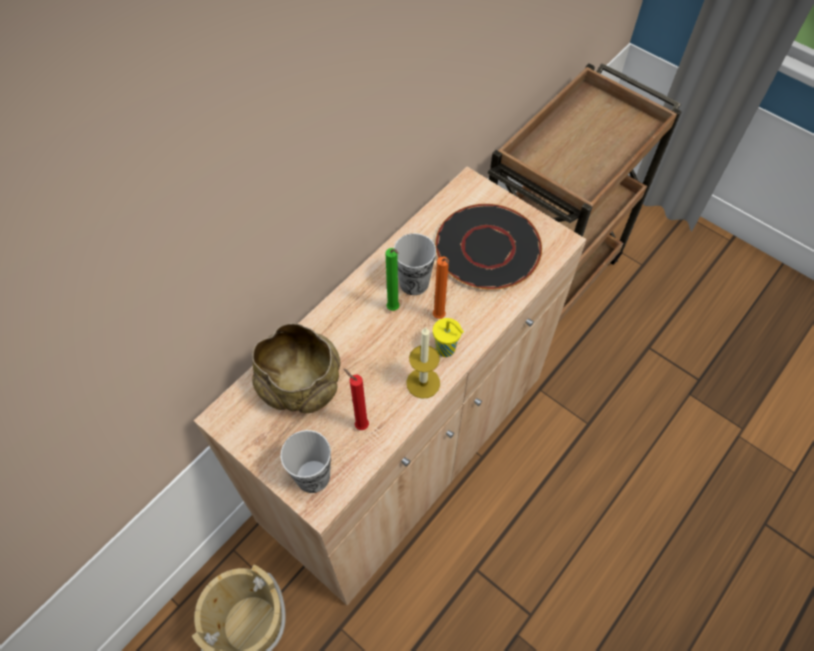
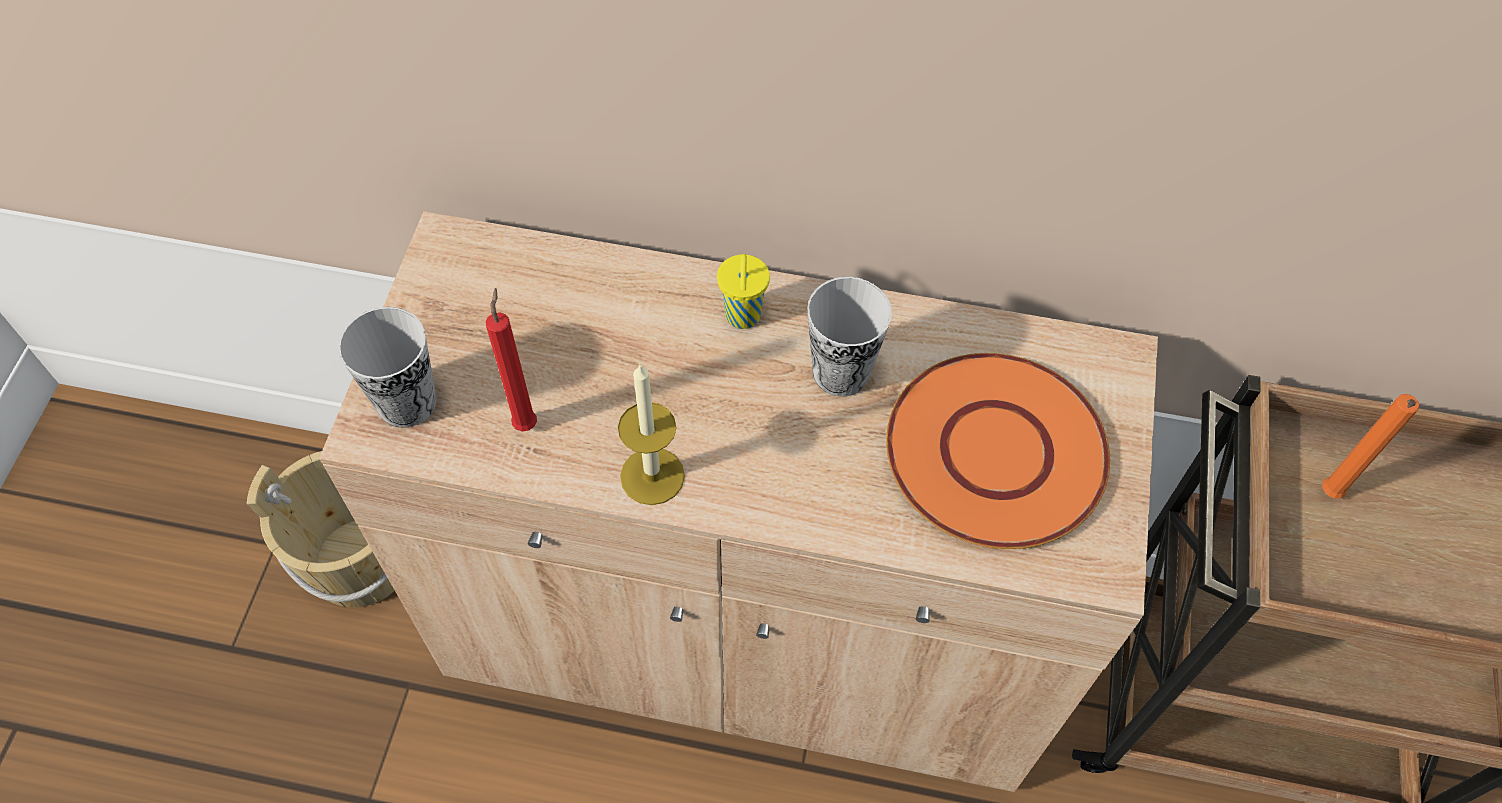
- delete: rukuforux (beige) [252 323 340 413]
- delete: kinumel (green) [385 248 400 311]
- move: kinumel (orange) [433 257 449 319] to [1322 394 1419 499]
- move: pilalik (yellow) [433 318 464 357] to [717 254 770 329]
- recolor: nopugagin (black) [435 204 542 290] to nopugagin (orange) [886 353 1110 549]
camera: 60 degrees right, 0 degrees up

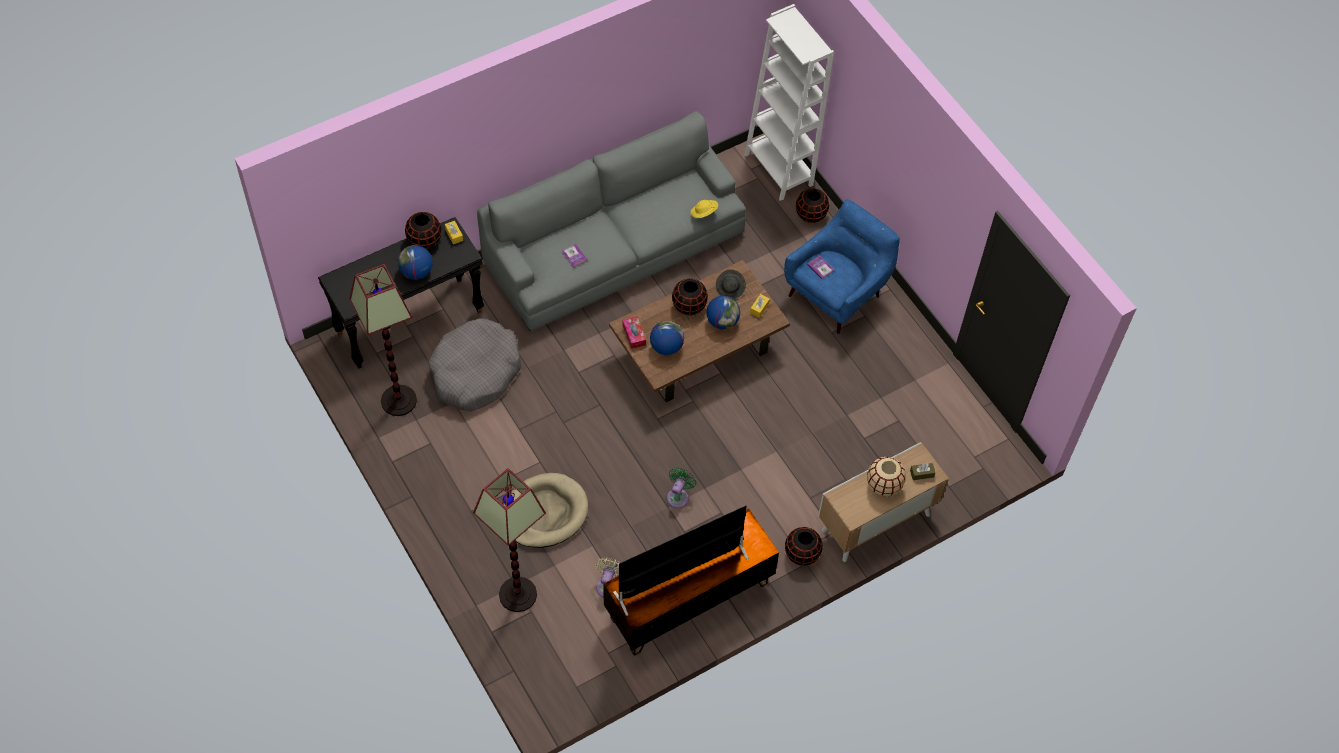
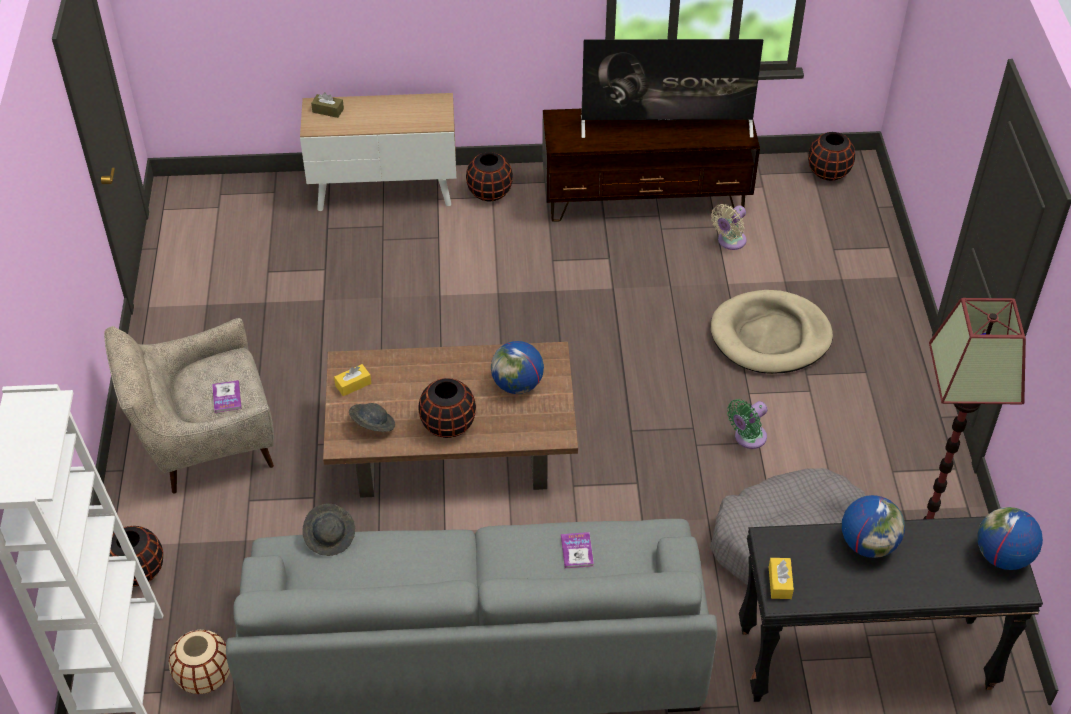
- move: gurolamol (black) [405 212 442 249] to [808 132 855 181]
- delete: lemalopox [473 468 546 612]
- delete: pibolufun [622 316 646 349]
- move: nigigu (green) [667 468 696 508] to [727 399 768 449]
- recolor: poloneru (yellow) [691 200 718 218] to poloneru (grey) [302 504 355 556]
- move: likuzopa [706 296 740 329] to [977 507 1043 570]
- recolor: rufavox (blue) [784 199 900 334] to rufavox (beige) [104 318 274 494]
- move: gurolamol (beige) [867 457 906 496] to [169 630 230 694]
camera: 150 degrees left, 10 degrees down

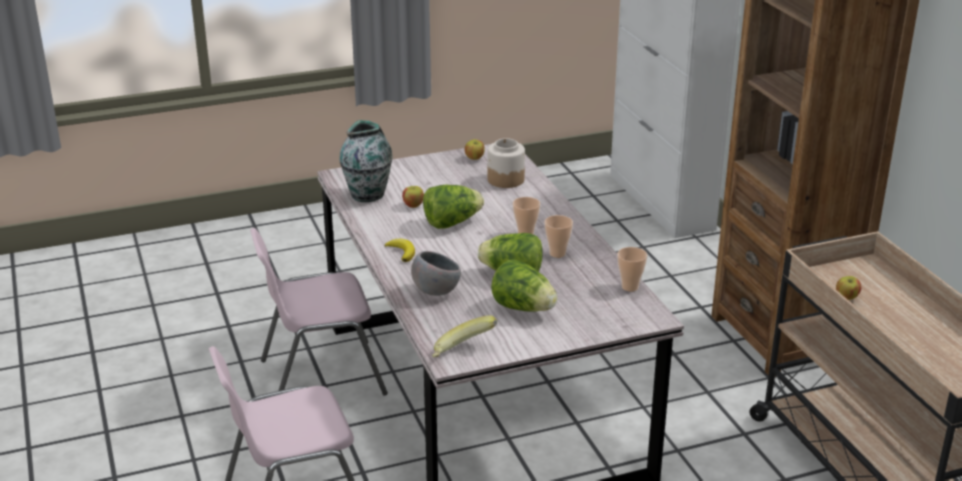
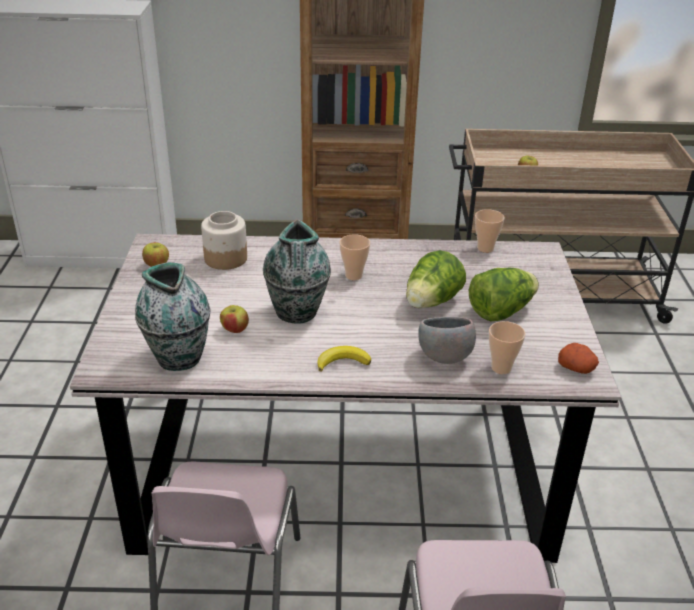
- replace: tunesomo [423 185 484 229] to gurolamol [263 219 331 324]
- replace: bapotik [432 315 497 357] to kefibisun [558 343 599 374]
- move: pilalik [544 215 573 258] to [489 321 526 374]
camera: 70 degrees left, 5 degrees up

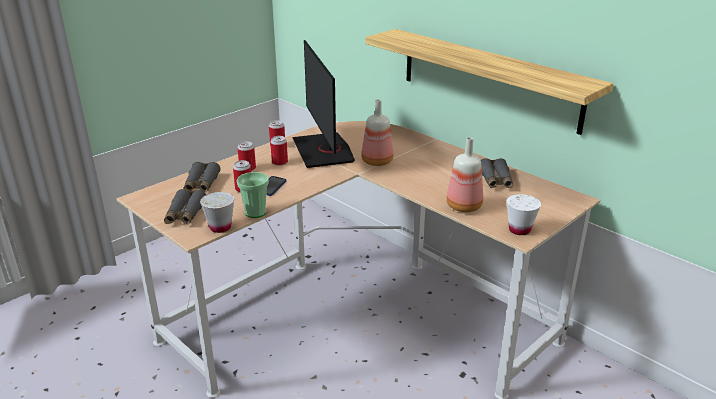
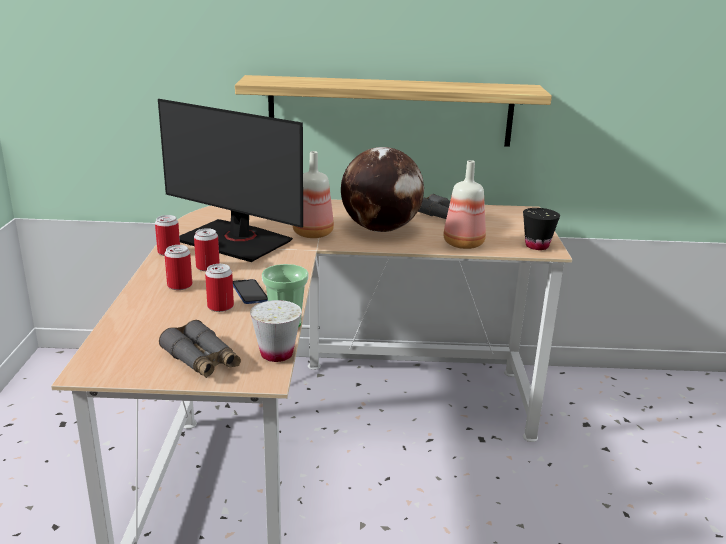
- delete: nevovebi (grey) [183 162 221 192]
- recolor: pilalik (white) [506 194 541 235] to pilalik (black) [523 208 560 250]
- insert: likuzopa [341 147 424 232]
camera: 45 degrees left, 5 degrees down

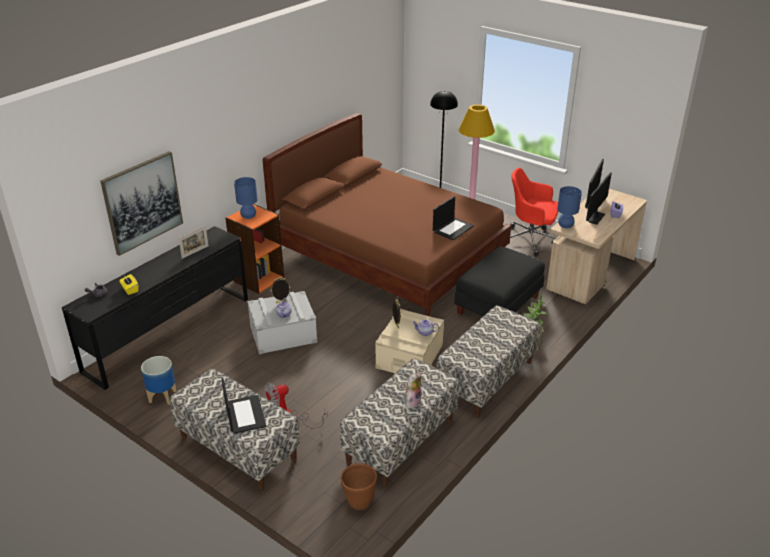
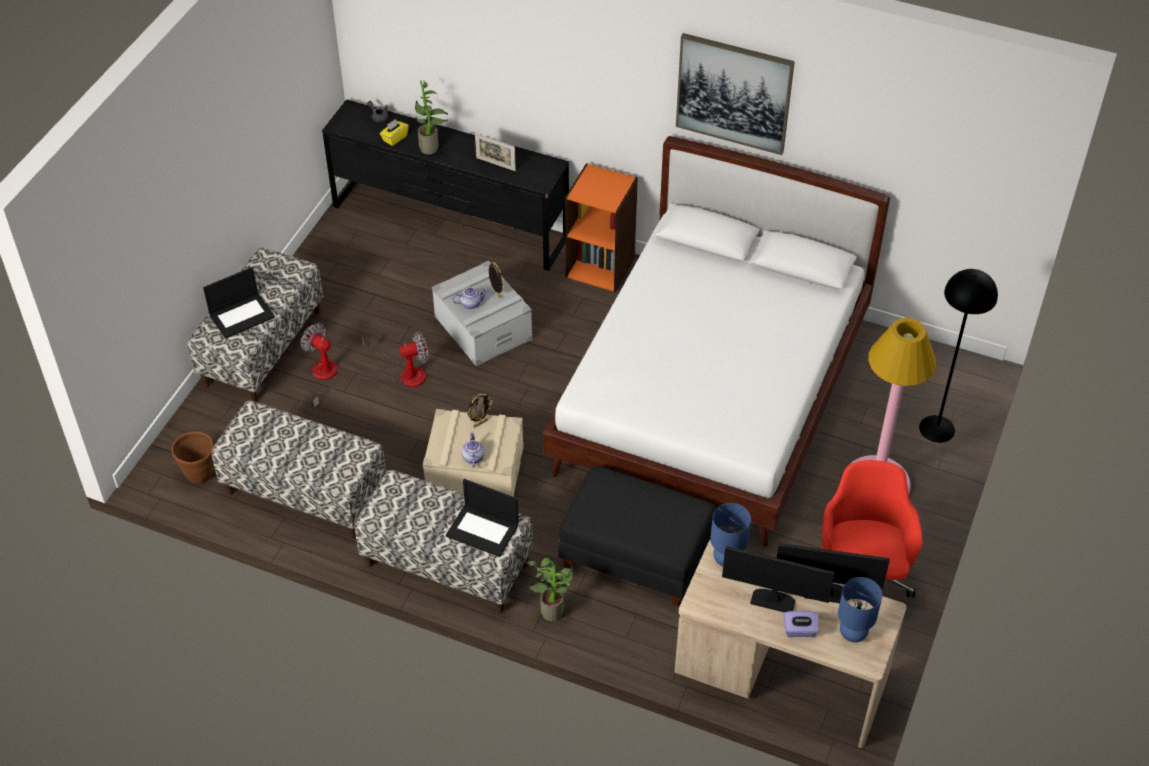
- move: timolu [100 151 183 256] to [676 33 795 155]
- delete: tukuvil [141 356 176 405]
- move: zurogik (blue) [234 177 258 219] to [838 577 882 642]
- recolor: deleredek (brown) [263 113 511 316] to deleredek (white) [543 136 890 547]
- delete: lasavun [405 373 421 409]
- move: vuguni [433 196 474 240] to [446 479 518 557]
- insert: nigigu [362 332 429 387]
- insert: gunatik [415 80 448 154]
camera: 75 degrees right, 15 degrees up

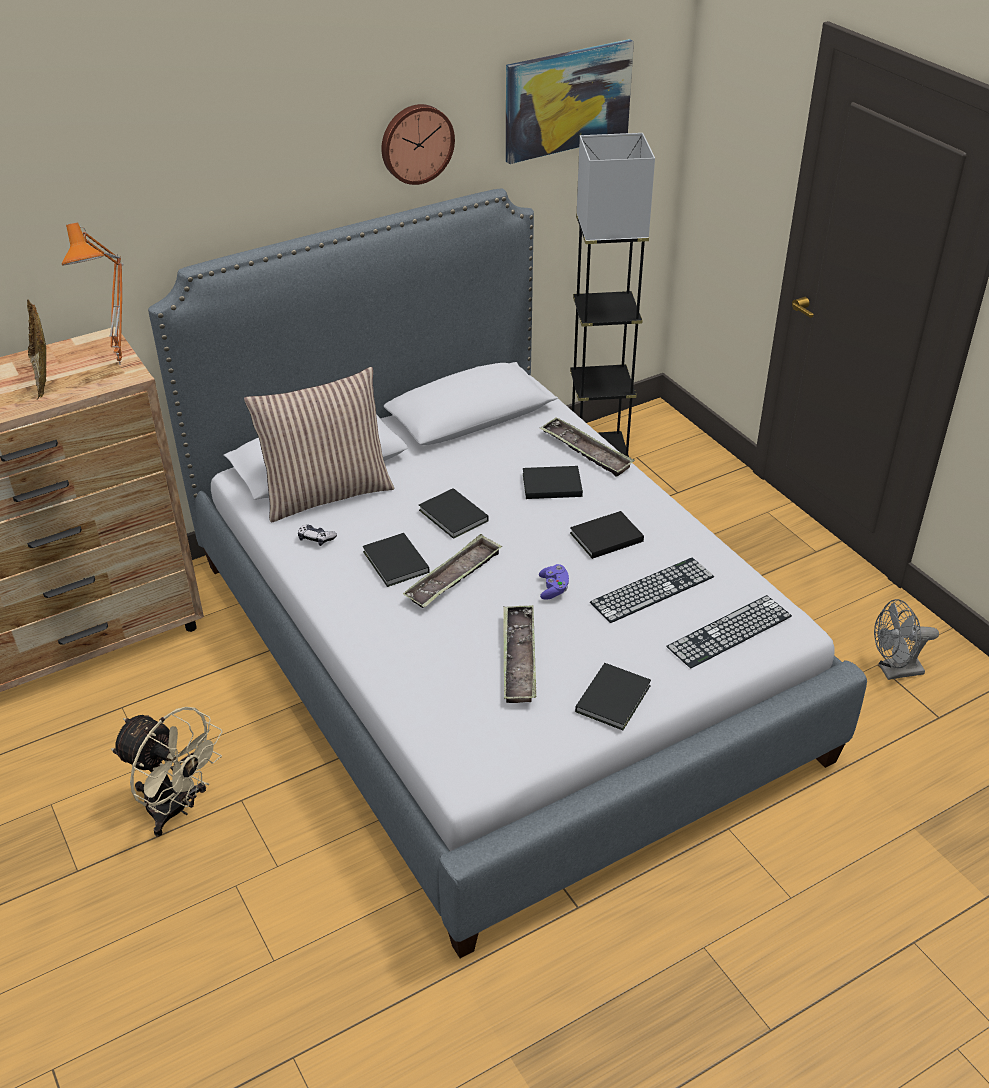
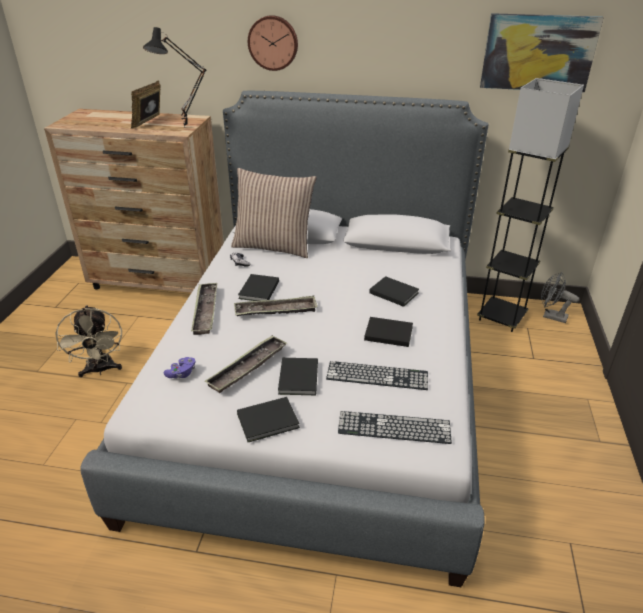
- recolor: zurogik (orange) [62 223 123 365] to zurogik (black) [143 27 207 128]
- move: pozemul [382 104 455 185] to [248 15 298 71]
- move: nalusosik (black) [419 488 489 539] to [278 358 318 395]
- move: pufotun [539 417 635 477] to [191 283 217 335]
- move: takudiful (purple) [539 564 569 600] to [164 357 195 378]
- move: nigigu (grey) [874 599 939 680] to [541 272 579 323]
camera: 40 degrees right, 5 degrees down

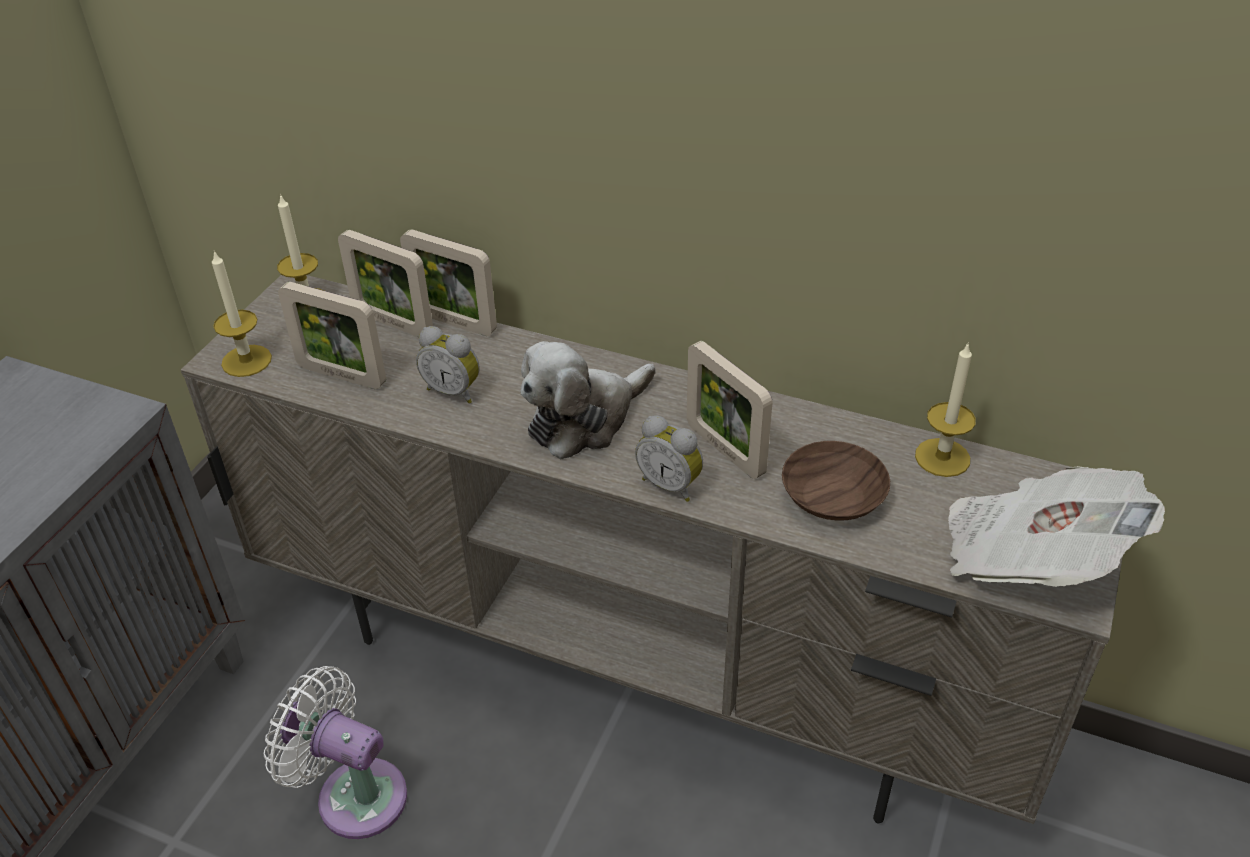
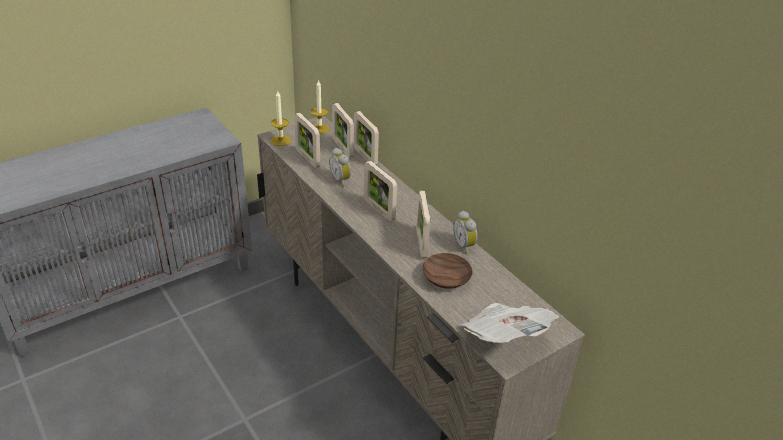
- delete: nigigu (white) [264 666 407 839]
- replace: lasavun [520 341 656 459] to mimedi [364 161 397 221]
- move: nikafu [635 415 703 502] to [453 211 478 254]
- delete: kinumel [915 342 976 477]
camera: 30 degrees right, 5 degrees down

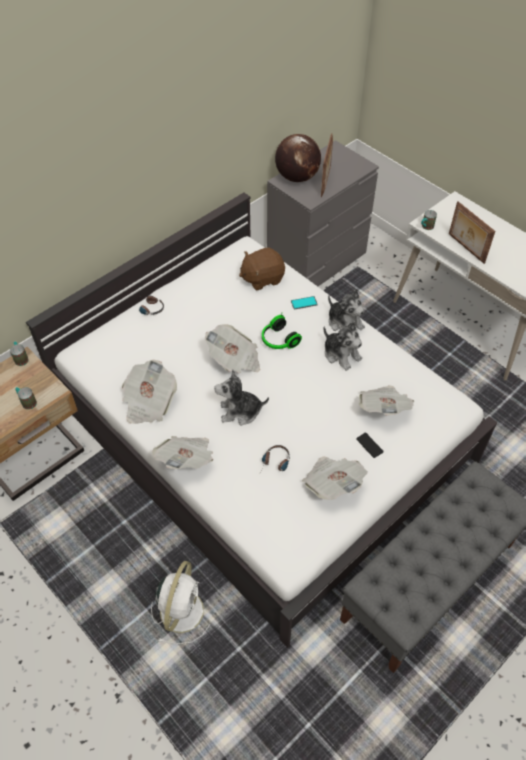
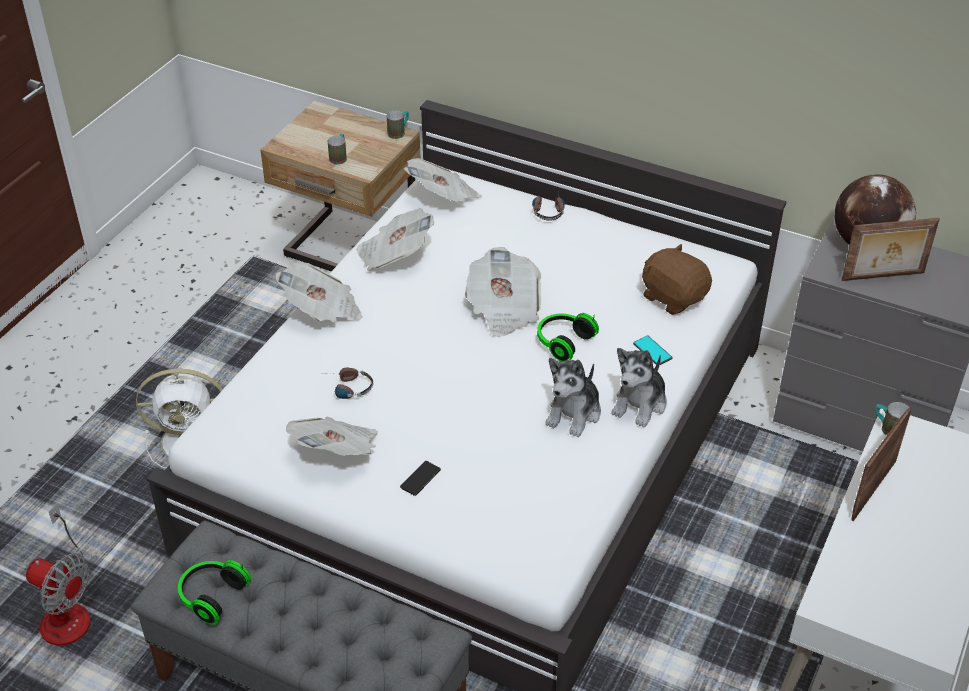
- delete: lasavun [214 369 269 426]
- move: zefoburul [359 385 415 416] to [404 158 482 202]
- insert: nigigu [26 503 90 645]
- insert: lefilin [178 560 251 625]
camera: 70 degrees right, 10 degrees down

